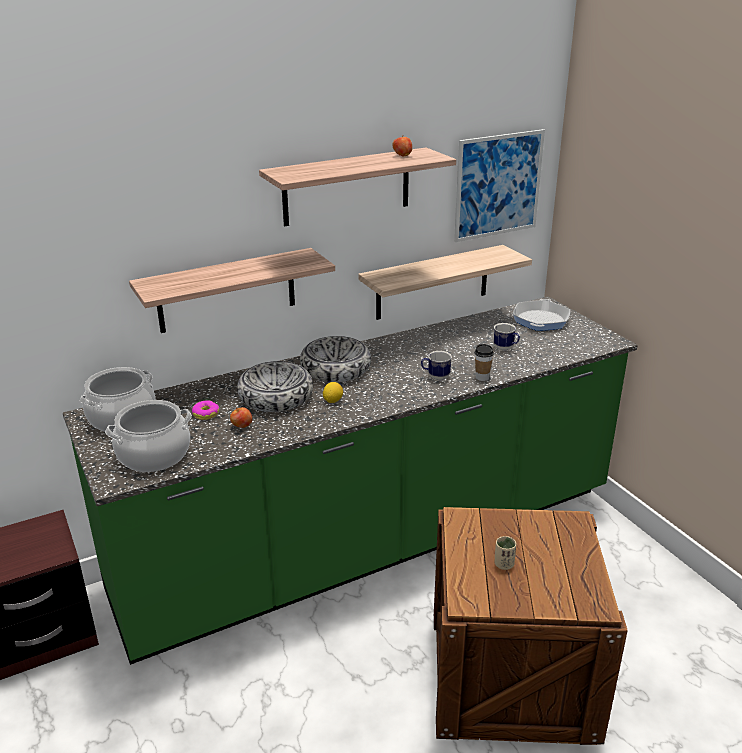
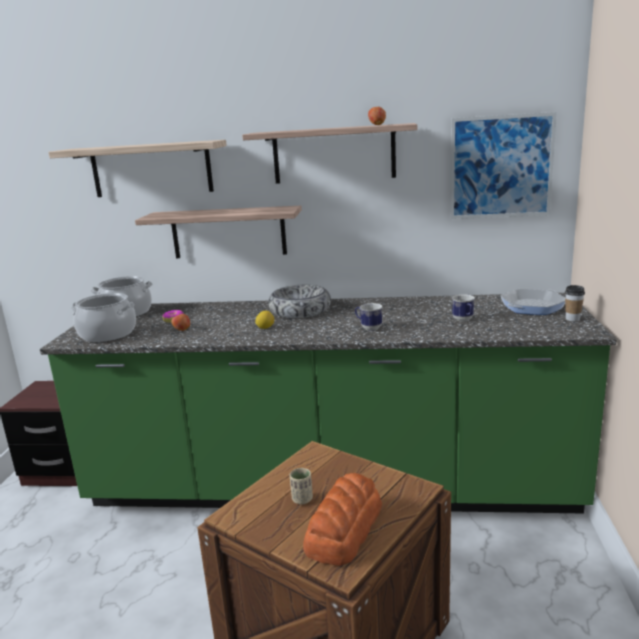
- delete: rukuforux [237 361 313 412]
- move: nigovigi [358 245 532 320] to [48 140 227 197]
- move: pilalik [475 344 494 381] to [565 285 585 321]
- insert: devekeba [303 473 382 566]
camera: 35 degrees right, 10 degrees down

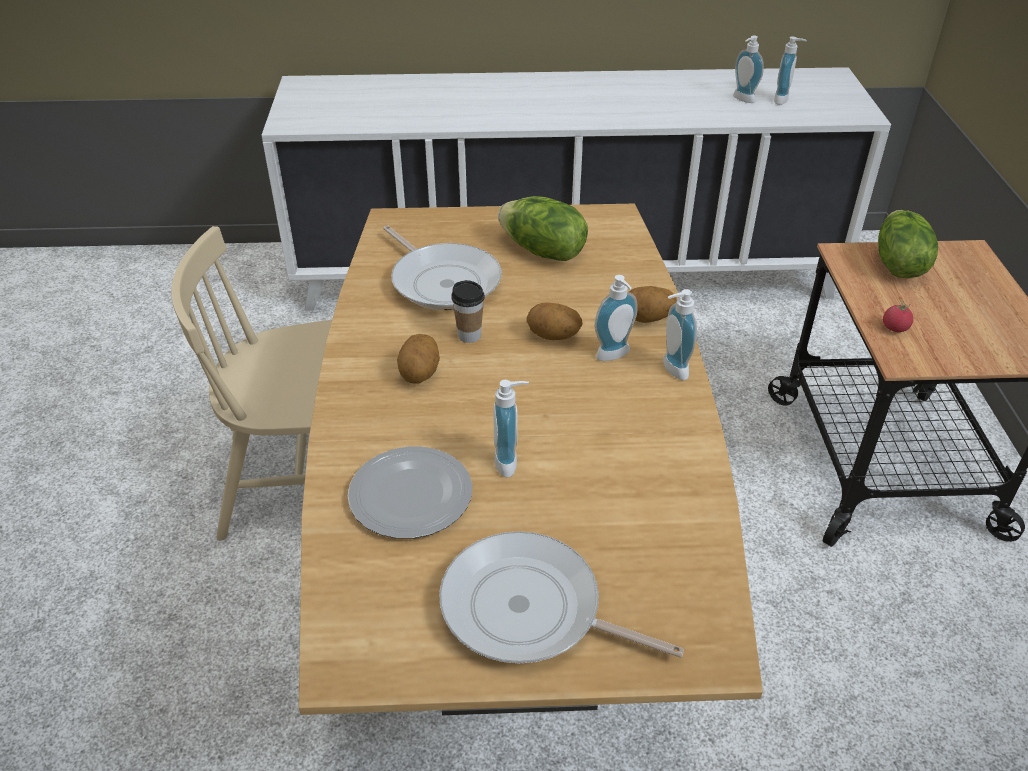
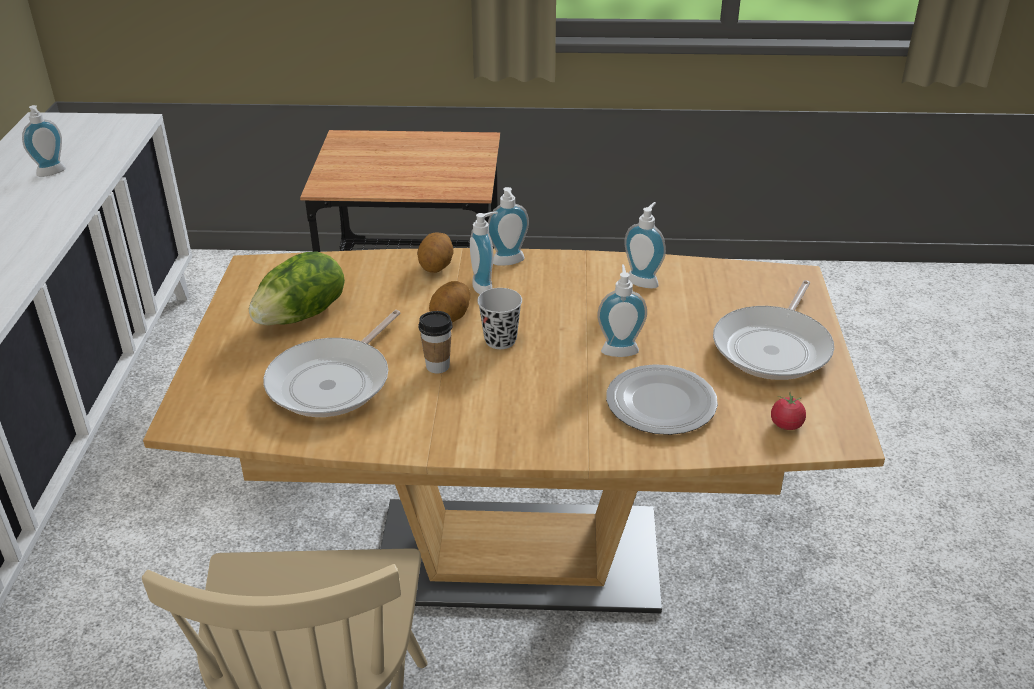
- rotate: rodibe [383 225 502 310] = [263 310 400 417] 150 degrees clockwise
- delete: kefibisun [397 334 440 384]
- move: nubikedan [774 36 807 105] to [624 202 666 289]
- delete: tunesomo [878 210 938 278]
- move: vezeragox [883 300 913 332] to [771 392 806 430]
- insert: pilalik (black) [477 288 522 349]
camera: 85 degrees left, 5 degrees down

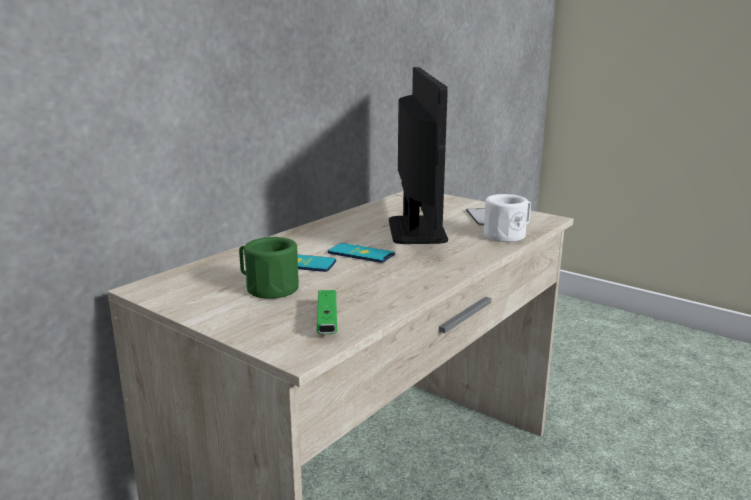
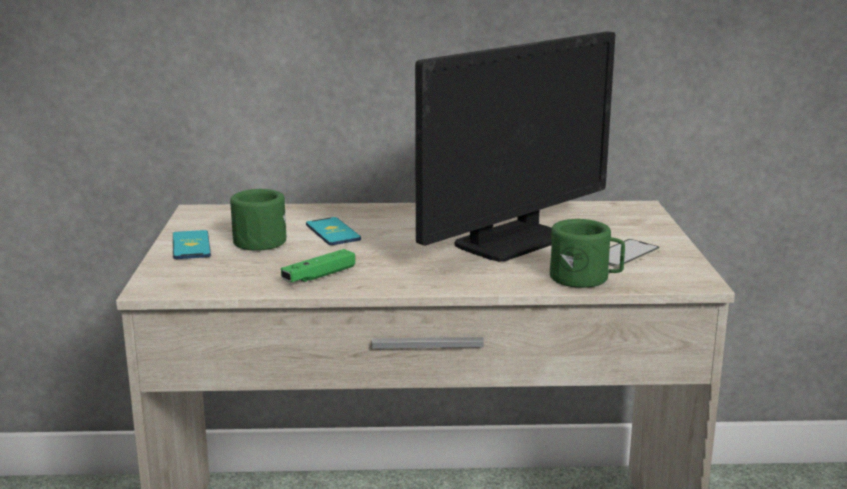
- move: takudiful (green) [317 290 337 334] to [281 249 355 282]
- move: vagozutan [328 243 395 263] to [173 230 211 259]
- recolor: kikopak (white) [484 194 531 242] to kikopak (green) [550 219 625 288]
camera: 50 degrees right, 0 degrees up

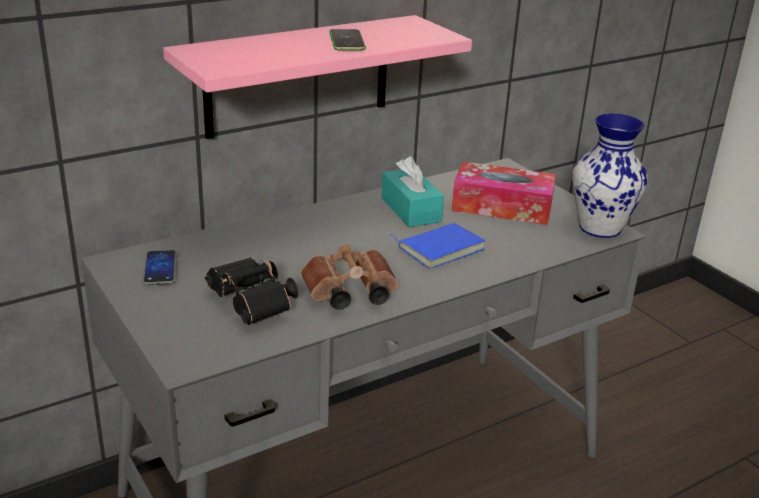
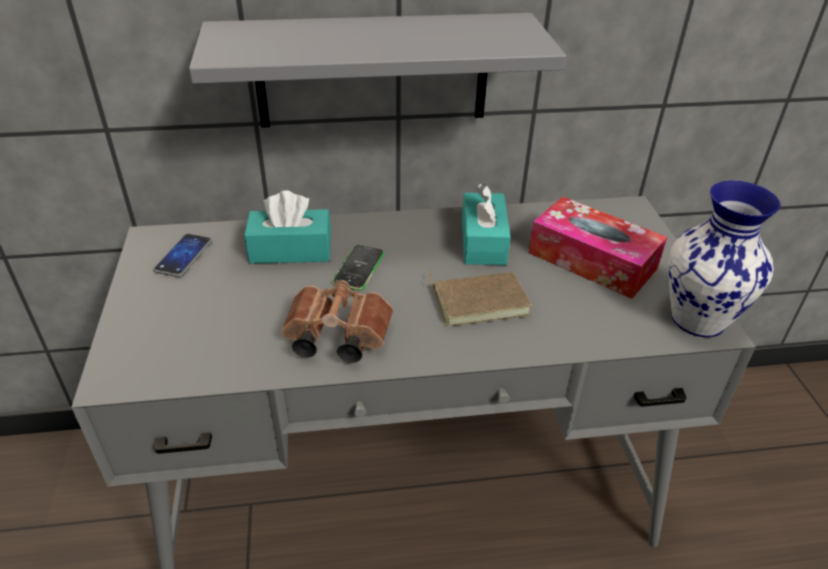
- recolor: nigovigi (pink) [163 15 472 139] to nigovigi (grey) [189 13 566 128]
- delete: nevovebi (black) [205 257 298 325]
- move: vagozutan [329 29 366 50] to [332 245 384 291]
- recolor: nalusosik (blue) [390 223 485 269] to nalusosik (brown) [430 271 532 326]
- insert: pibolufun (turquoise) [244 190 331 264]
camera: 25 degrees right, 10 degrees up

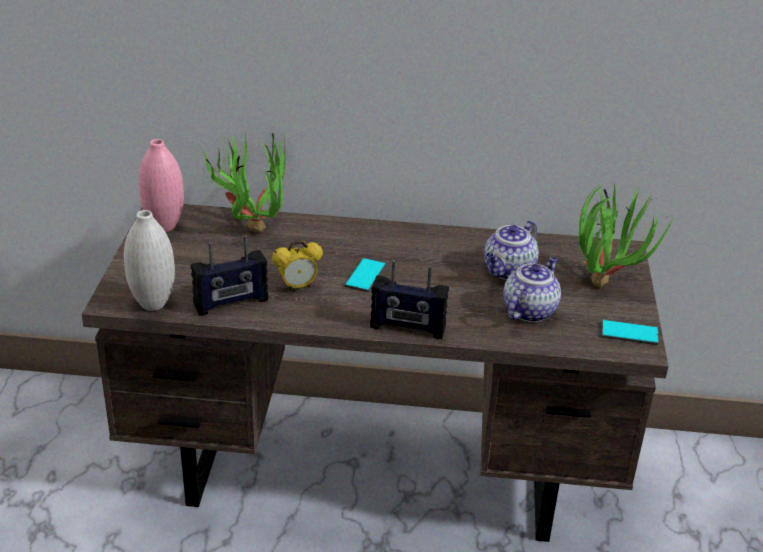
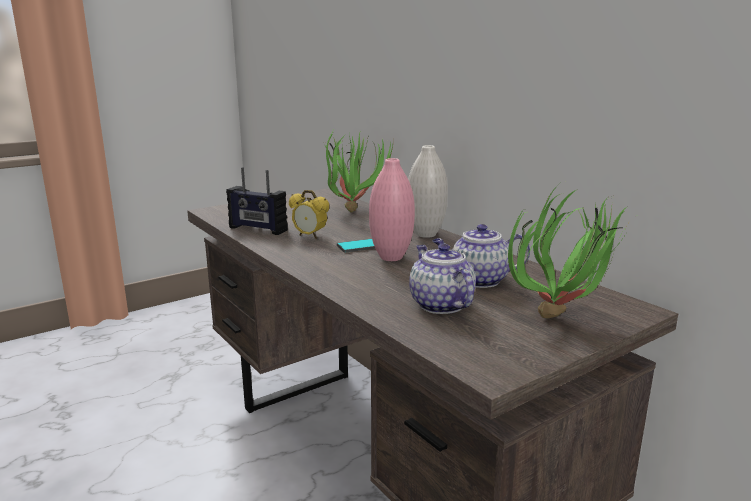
- move: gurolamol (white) [124 210 175 311] to [408 145 448 238]
- move: gurolamol (pink) [138 139 184 232] to [369 158 415 261]
- delete: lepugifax [370 260 449 339]
- rotate: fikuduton [503 257 561 322] = [409 244 476 314] 105 degrees counterclockwise
- delete: vagozutan [600 319 659 345]
camera: 50 degrees right, 15 degrees down

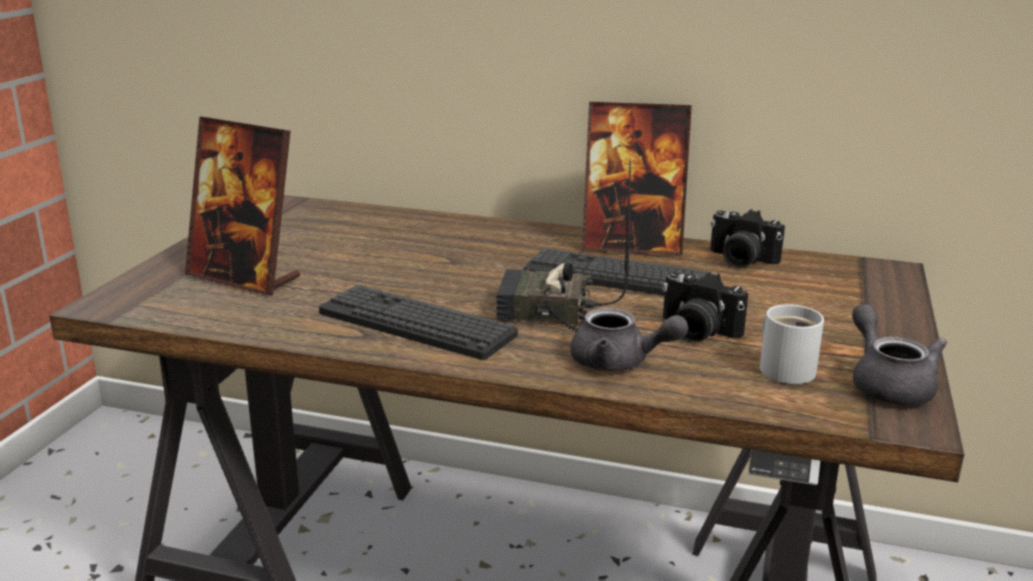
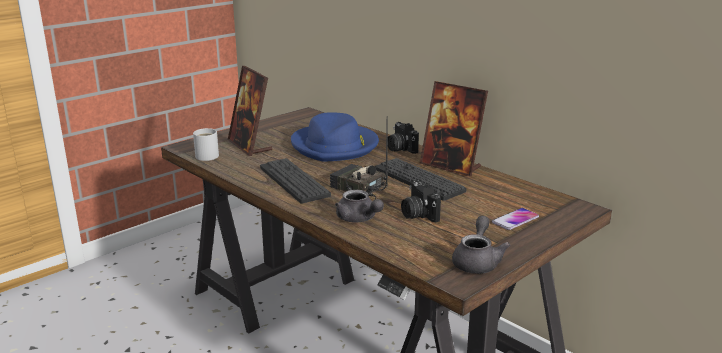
- move: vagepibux [710 209 785 267] to [387 122 419 154]
- move: kikopak (white) [760 304 824 384] to [193 128 219 161]
- insert: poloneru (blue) [291 113 379 162]
- insert: vagozutan [492 208 539 230]
camera: 30 degrees right, 0 degrees up

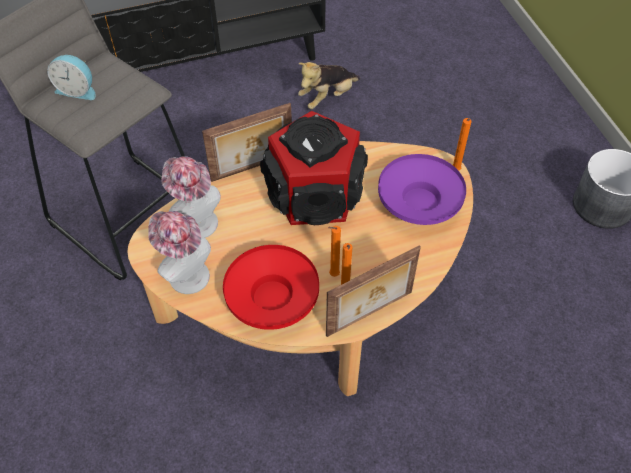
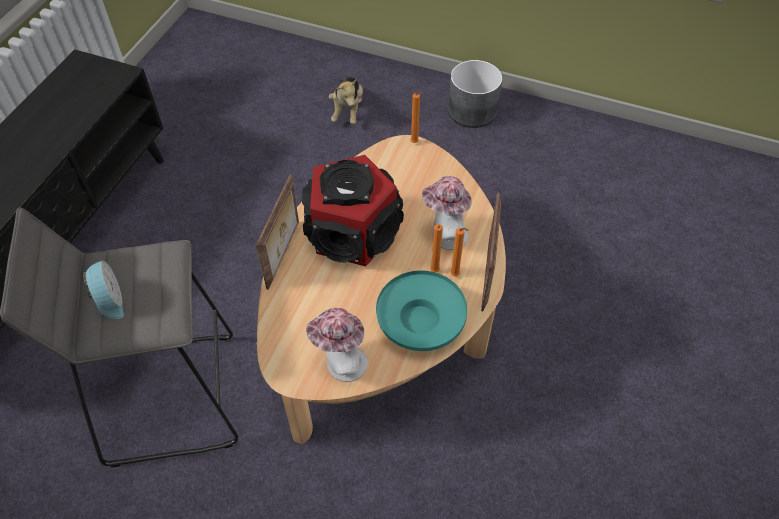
- rotate: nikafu [47 55 96 100] = [83 261 124 319] 75 degrees counterclockwise
- move: poloneru [161 156 221 238] to [422 176 472 250]
- recolor: rukuforux (red) [223 245 319 330] to rukuforux (turquoise) [376 271 467 351]
- move: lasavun [298 62 360 109] to [329 77 363 124]
- delete: rukuforux (purple) [378 154 466 225]
camera: 50 degrees left, 0 degrees up

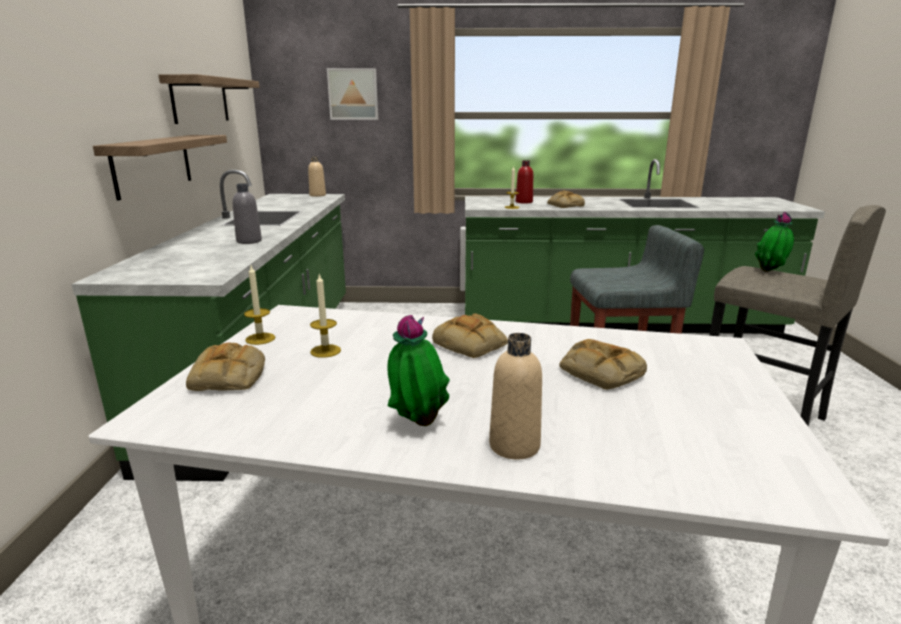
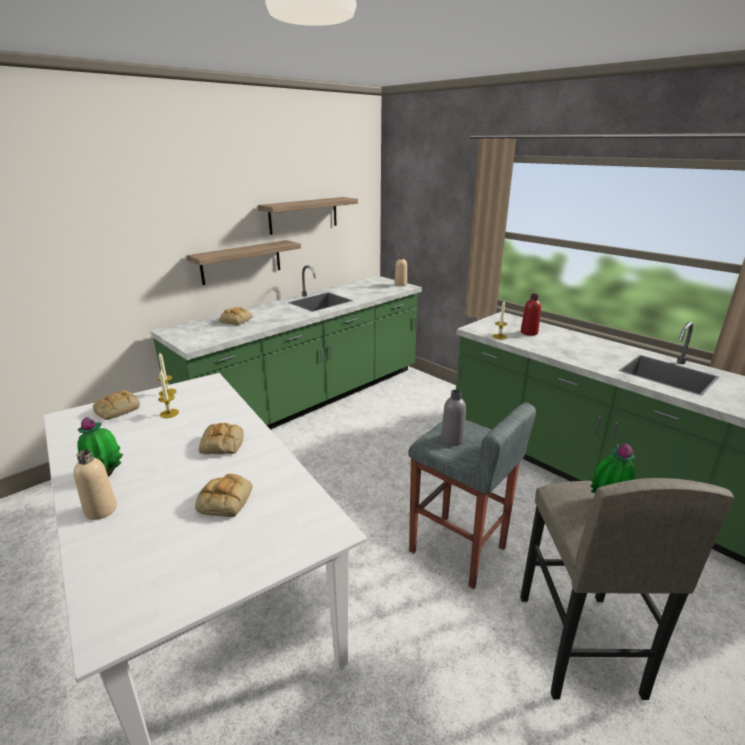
- move: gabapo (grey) [232 183 262 244] to [441 390 466 445]
- delete: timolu [327 68 378 120]
- move: devekeba [547 190 585 208] to [219 307 253 325]
camera: 45 degrees right, 5 degrees up

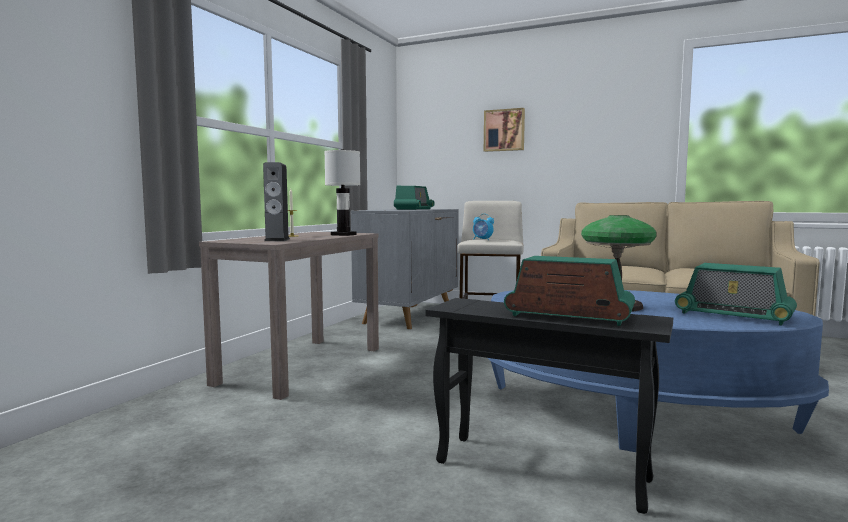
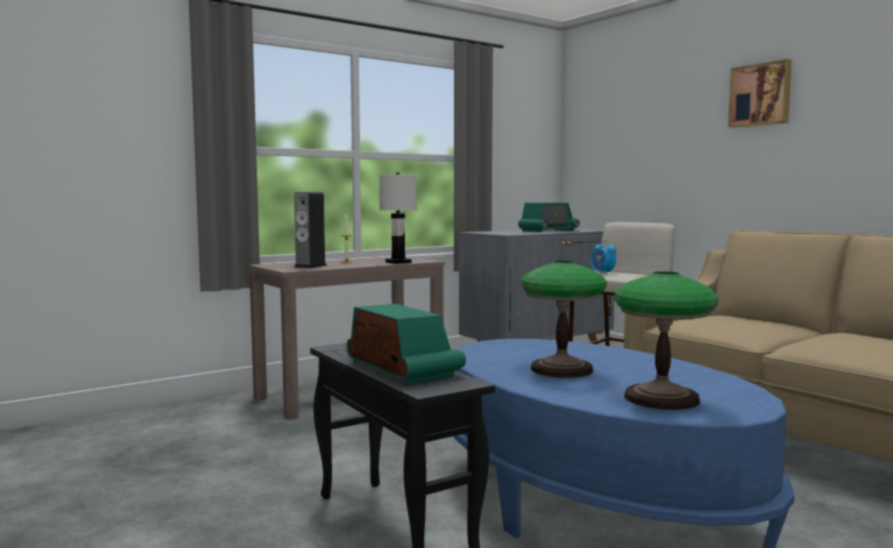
- move: timolu [484 108 525 152] to [728 59 792 128]
- replace: lepugifax [675 263 797 325] to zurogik [614 272 718 410]
camera: 30 degrees right, 0 degrees up

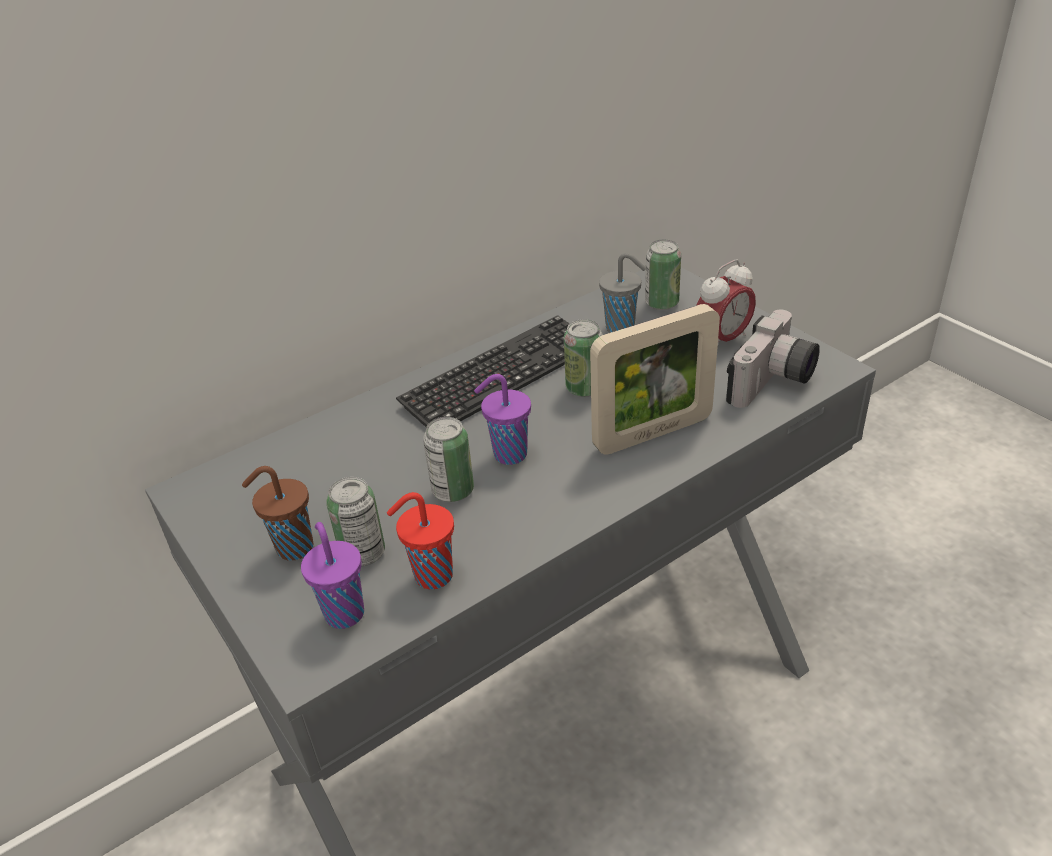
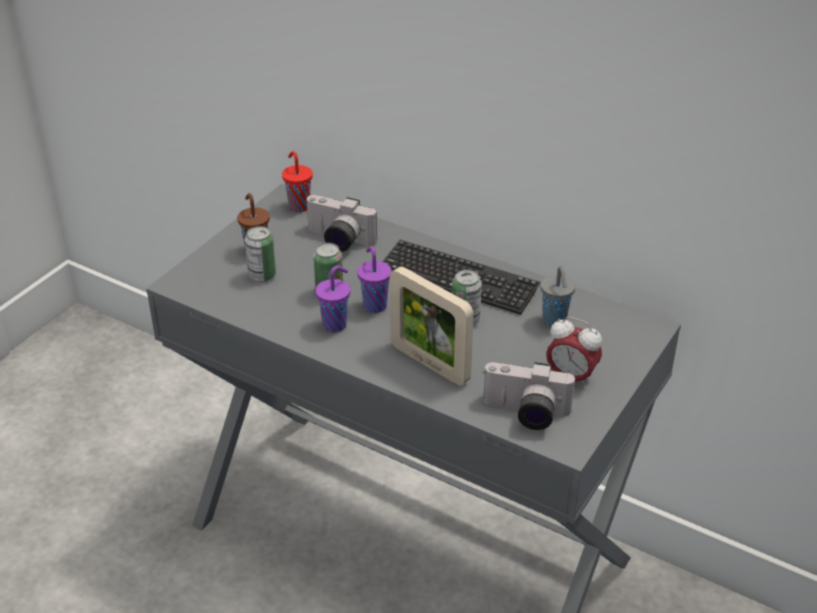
- move: pilalik (purple) [301 522 364 629] to [315 266 350 332]
- move: pilalik (red) [387 492 454 589] to [282 151 313 212]
- delete: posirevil [645 240 681 310]
- insert: vagepibux [305 195 377 252]
camera: 65 degrees right, 0 degrees up

